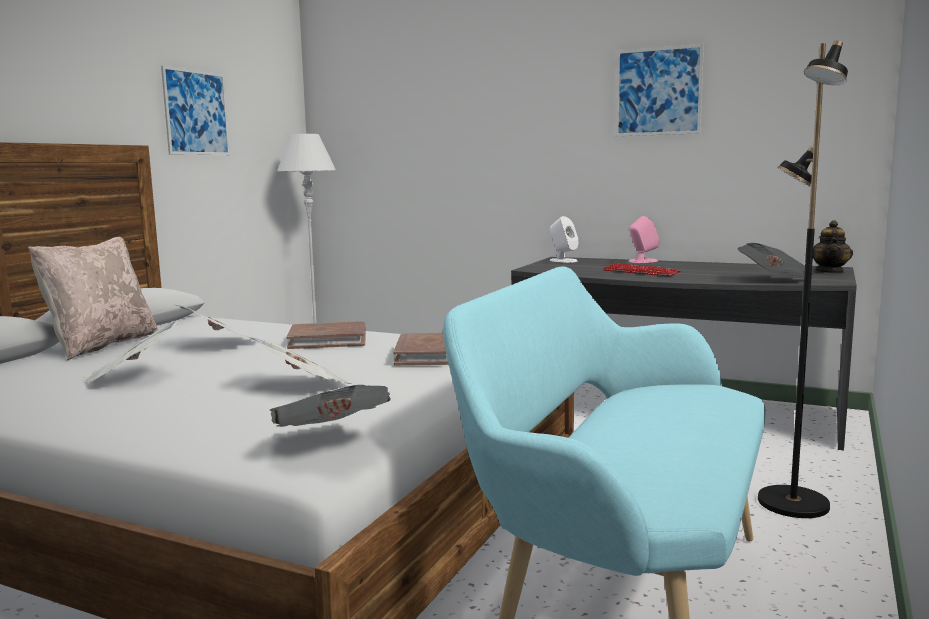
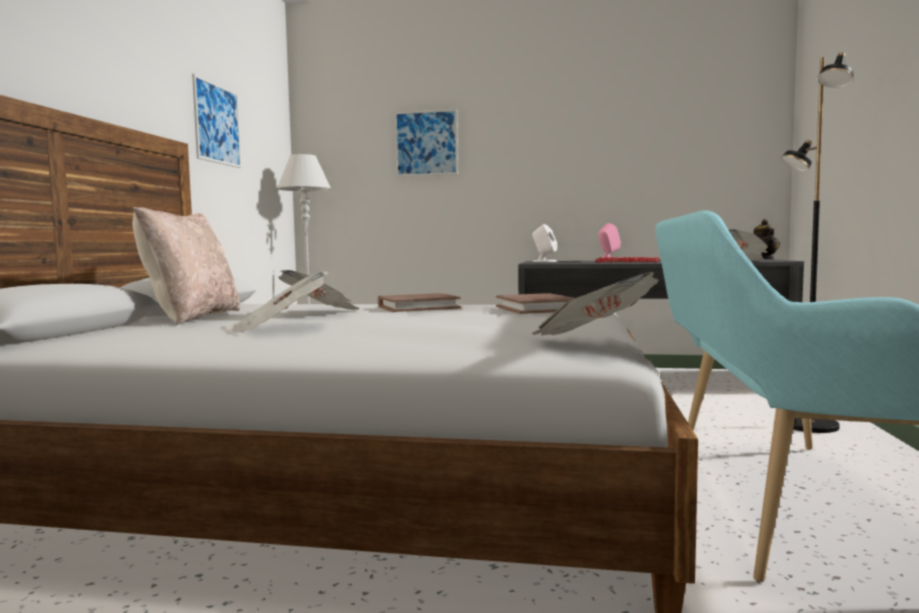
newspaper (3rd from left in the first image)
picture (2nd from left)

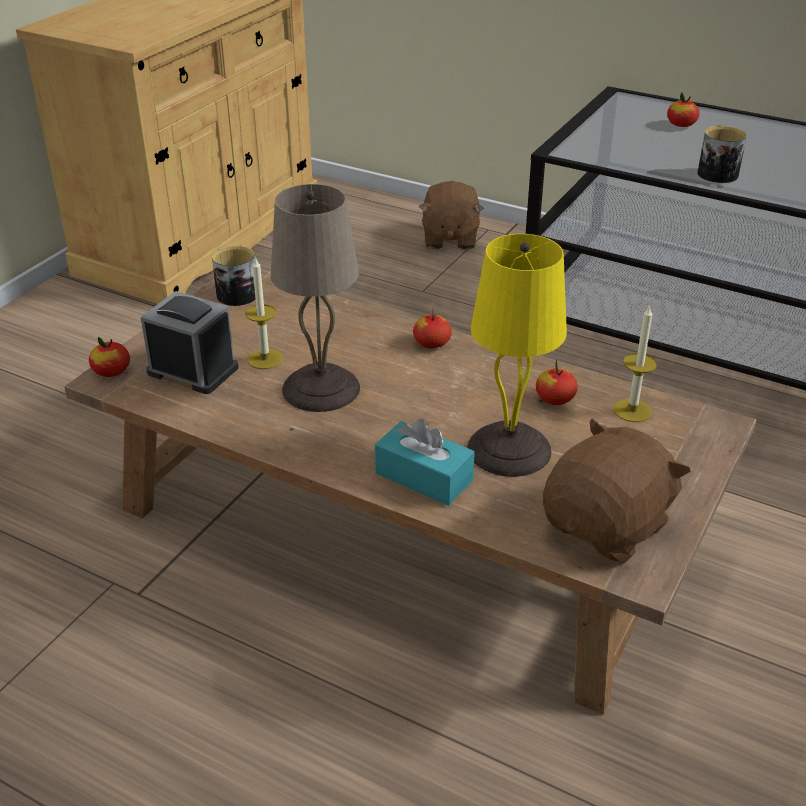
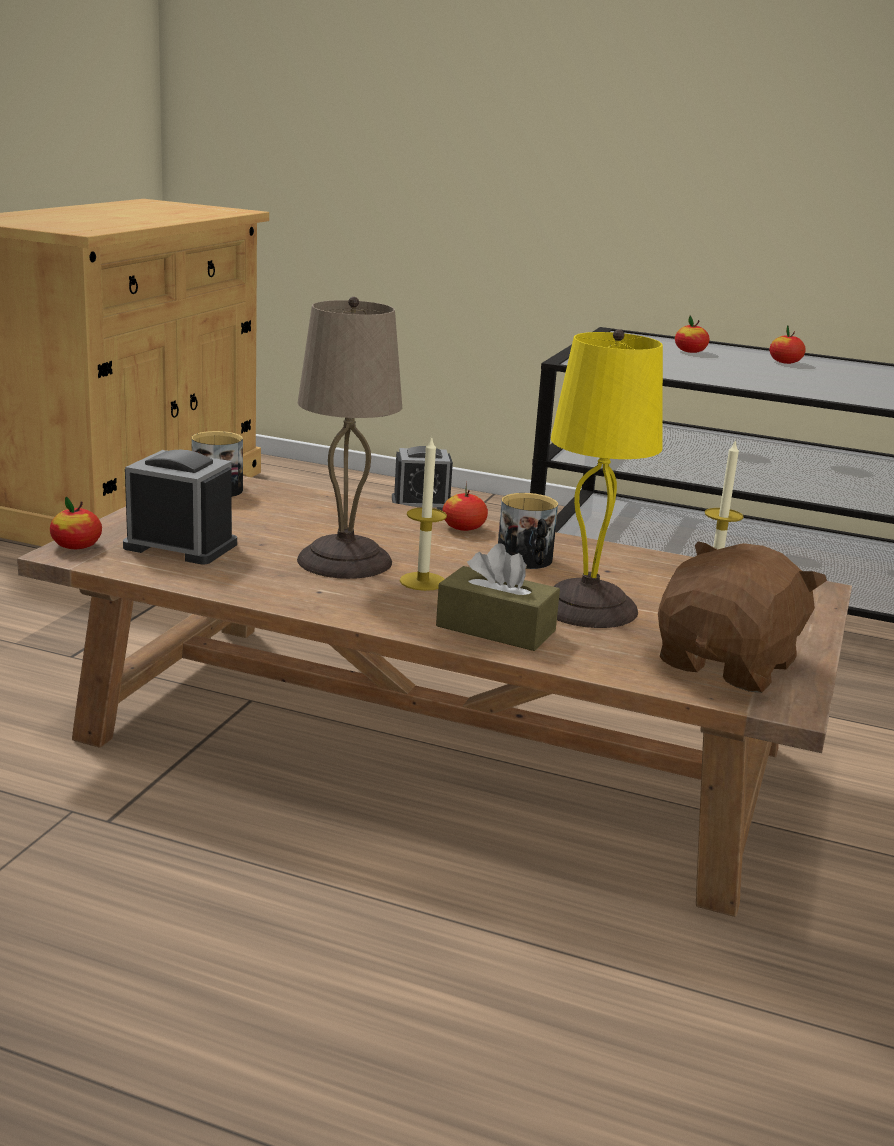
candle (1st from left)
apple (4th from left)
mug (2nd from left)
alarm clock (2nd from left)
tissue box (brown)

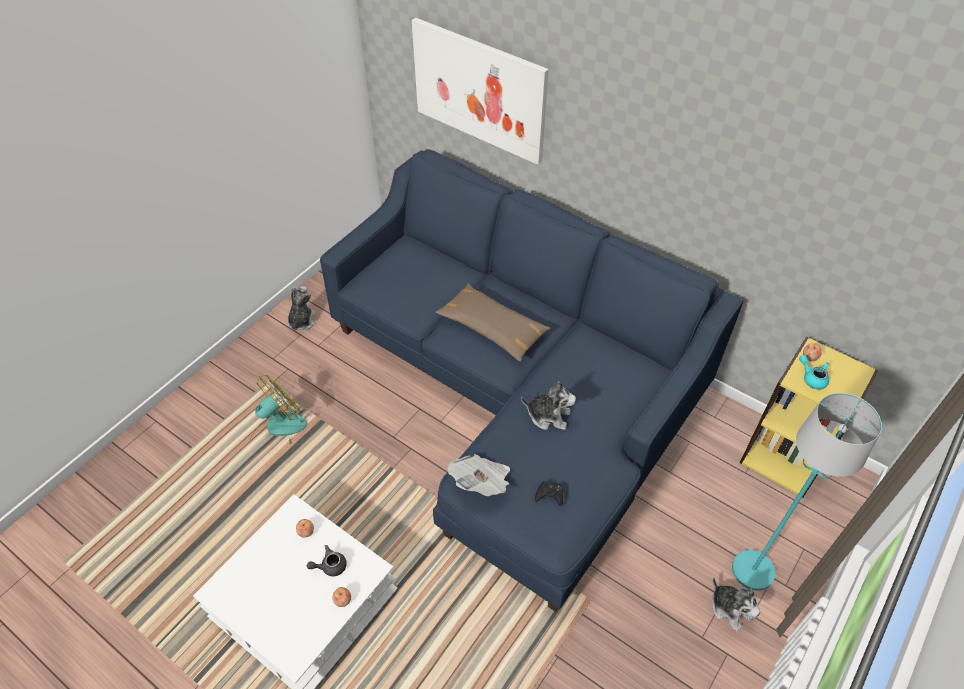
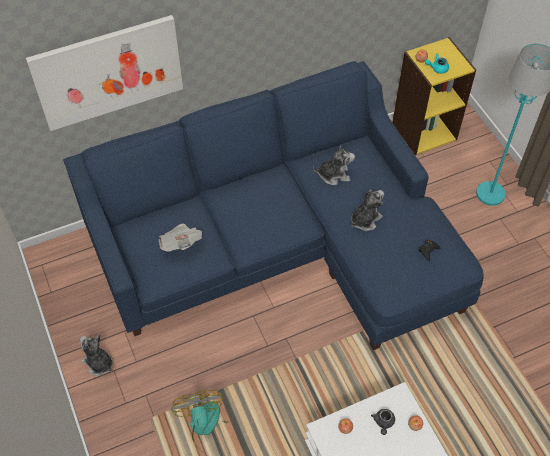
pillow (brown)
newspaper
plush toy (2nd from left)

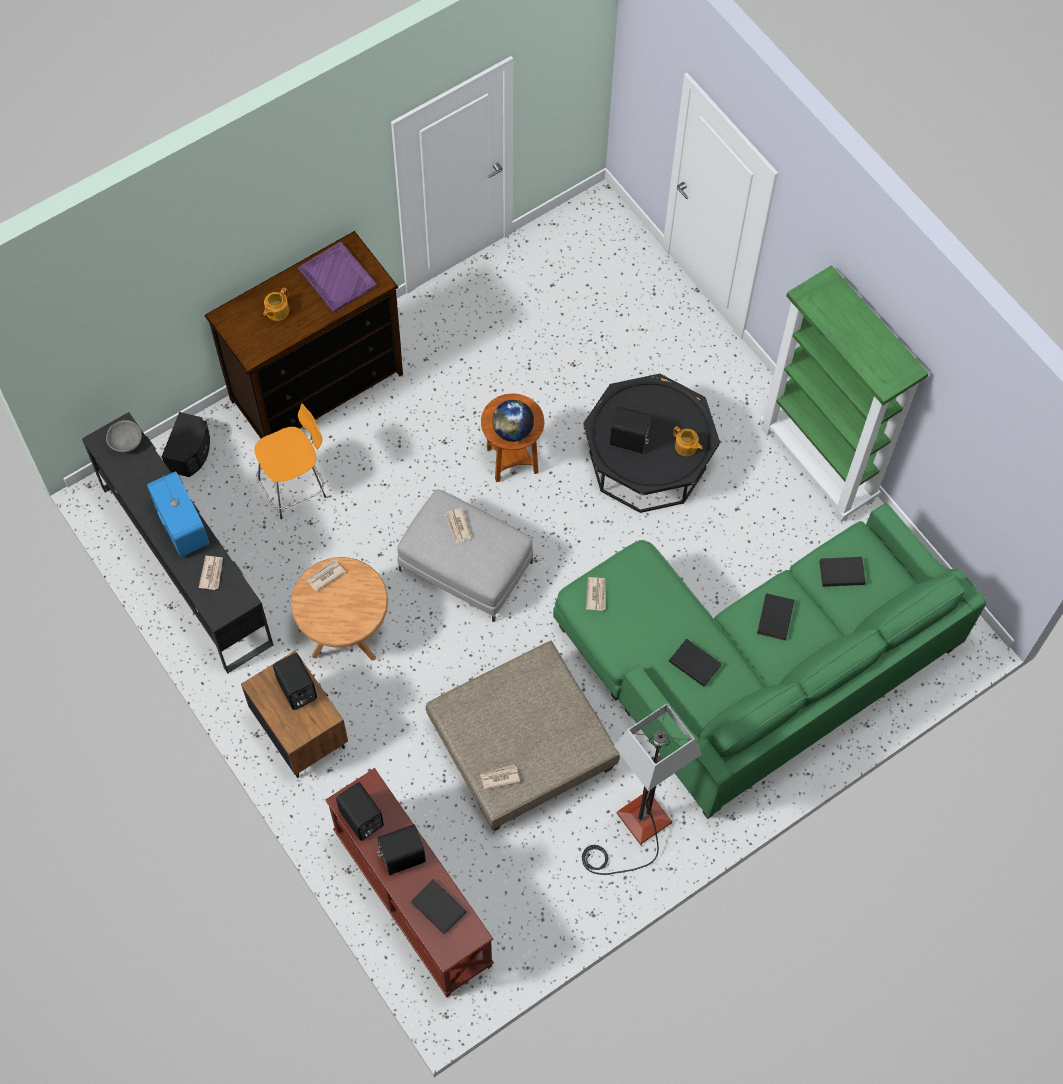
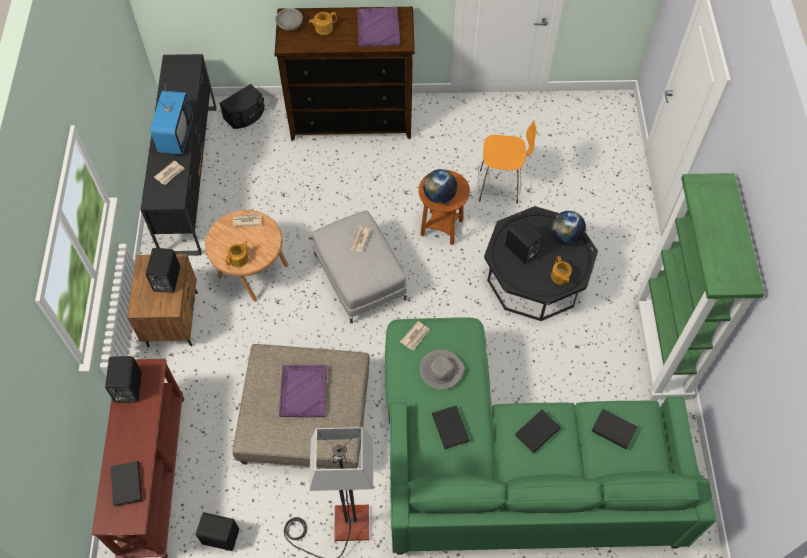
newspaper (4th from left in the first image)
teapot (1st from left)
tray (purple) (1st from left)
hat (grey)
globe (2nd from left)
bowl (grey)
stool (orange)
speaker (black) (3rd from left)

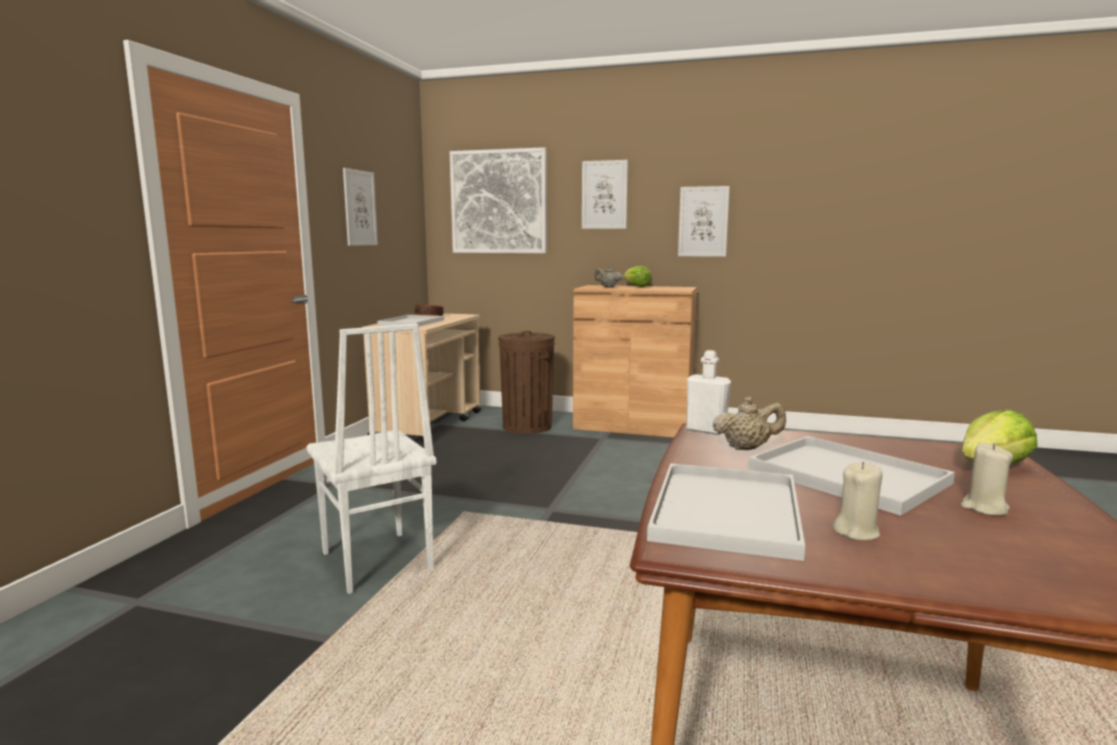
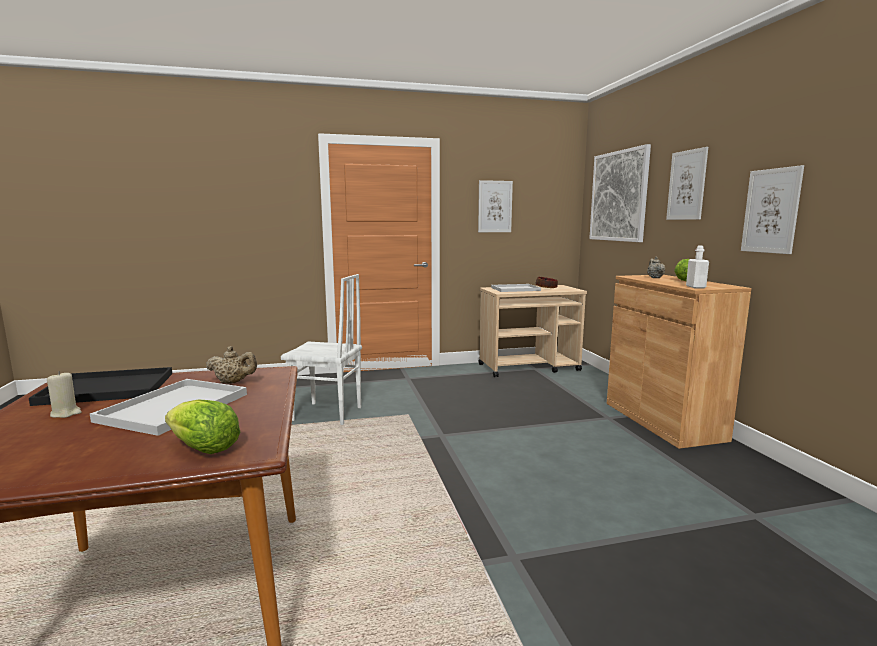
trash can (brown)
candle (beige) (2nd from left in the first image)
bottle (white)
tray (black)
chair (white)
teapot (beige) (1st from left)

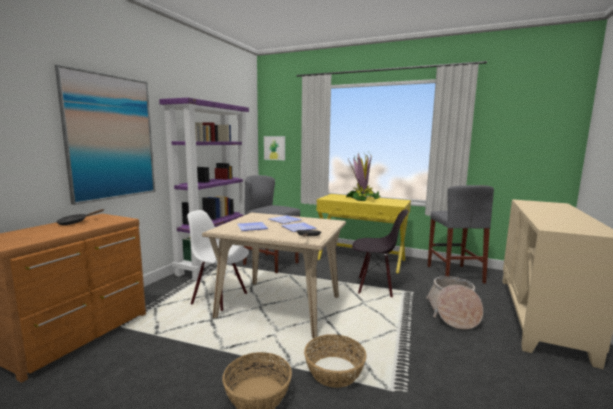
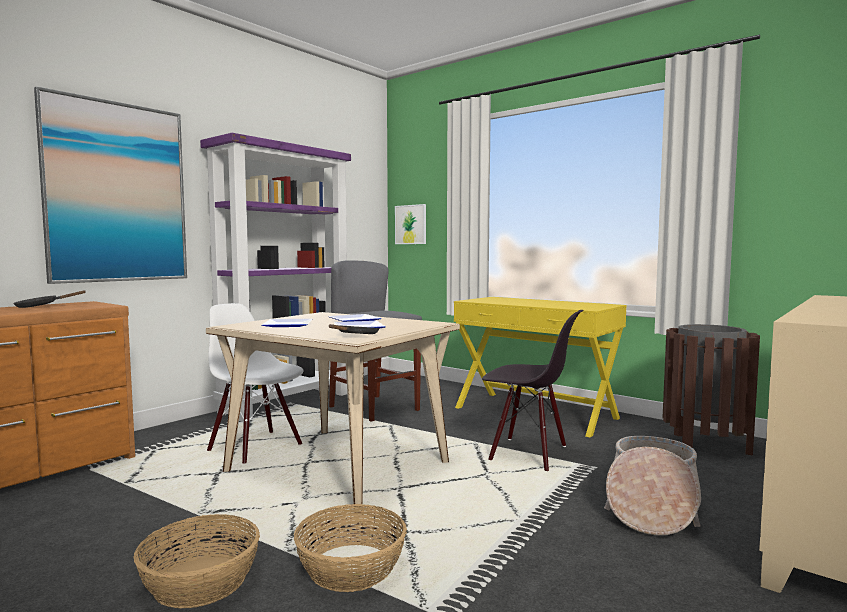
potted plant
trash can (brown)

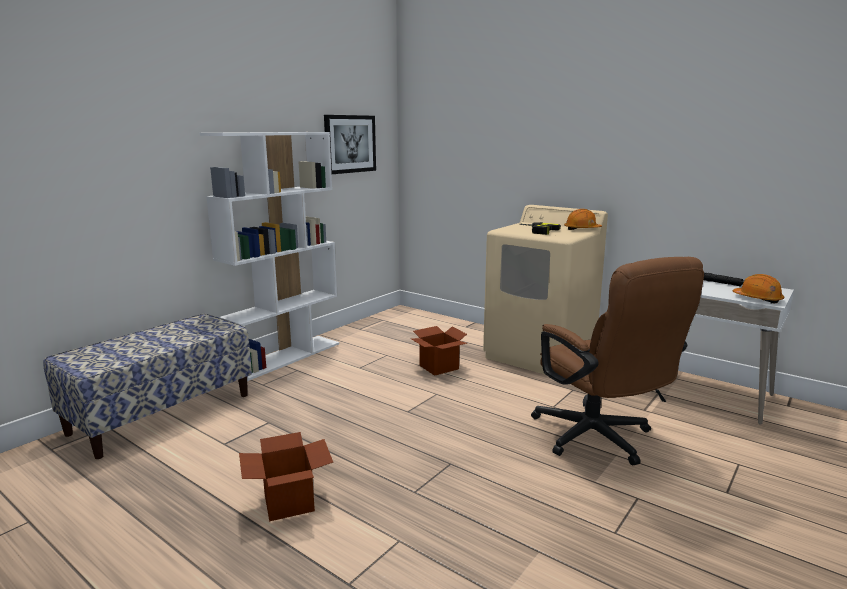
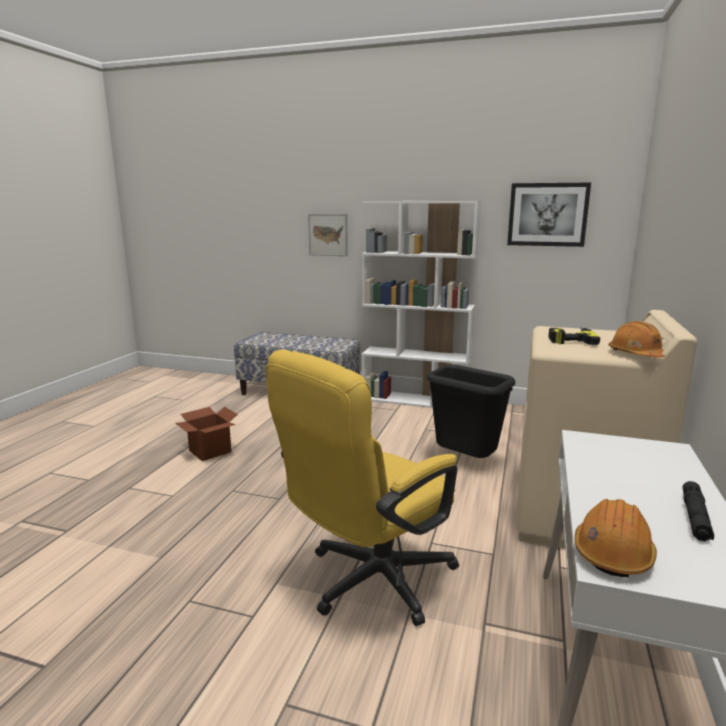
picture (1st from left)
trash can (black)
office chair (yellow)

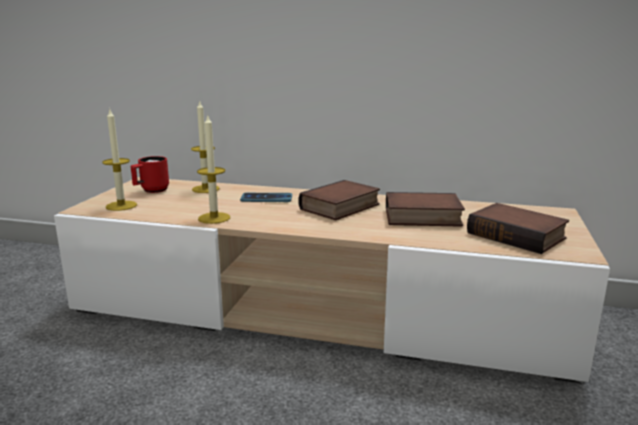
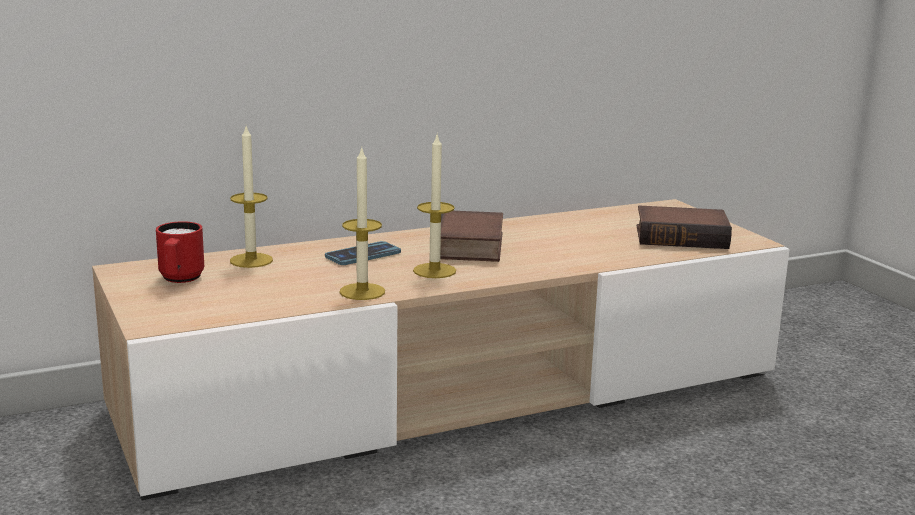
book (2nd from left in the first image)
candle (3rd from left)

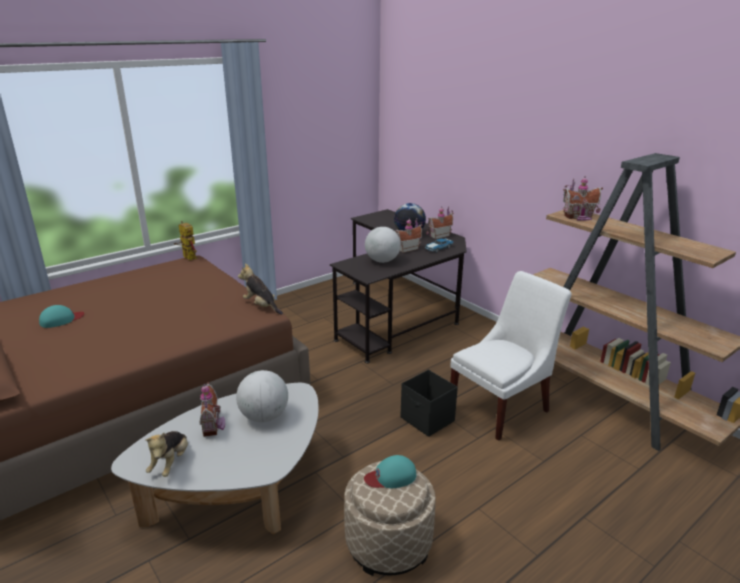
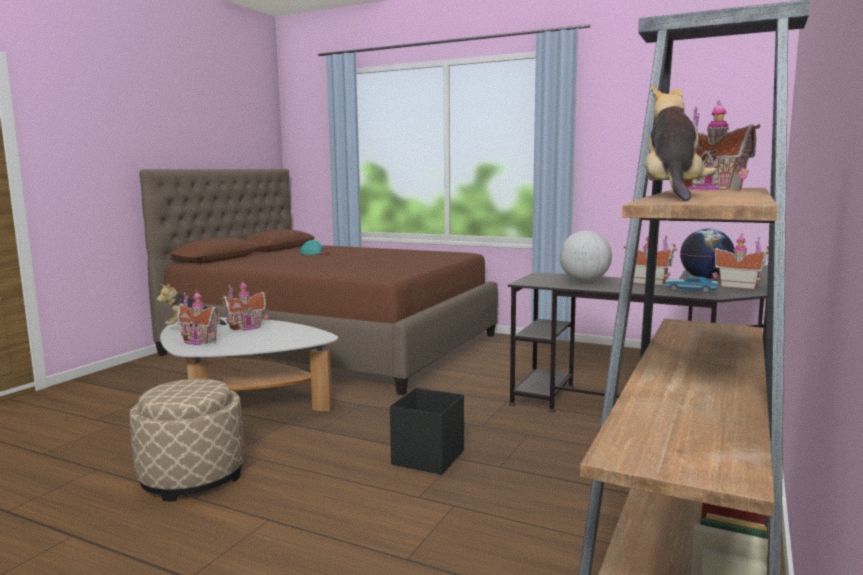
toy robot
globe (1st from left in the first image)
cap (turquoise) (2nd from left in the first image)
chair (white)
toy house (1st from left)
plush toy (2nd from left)

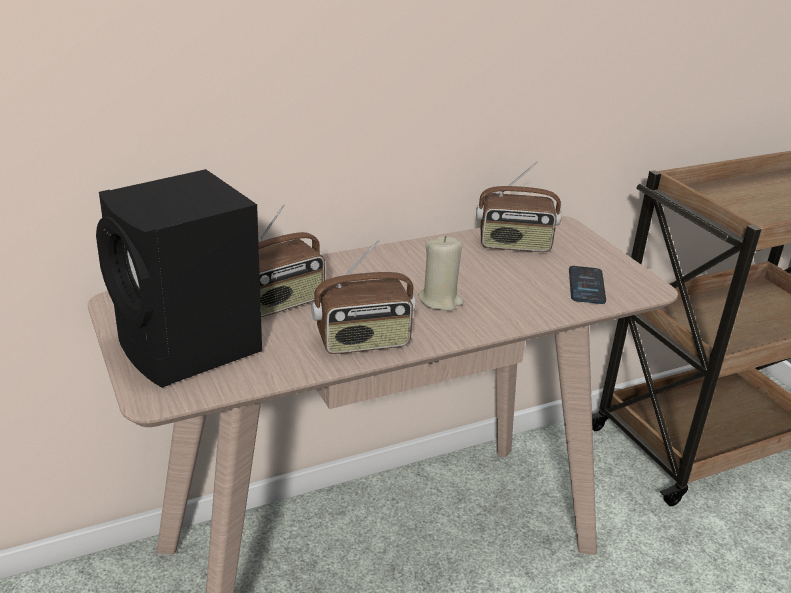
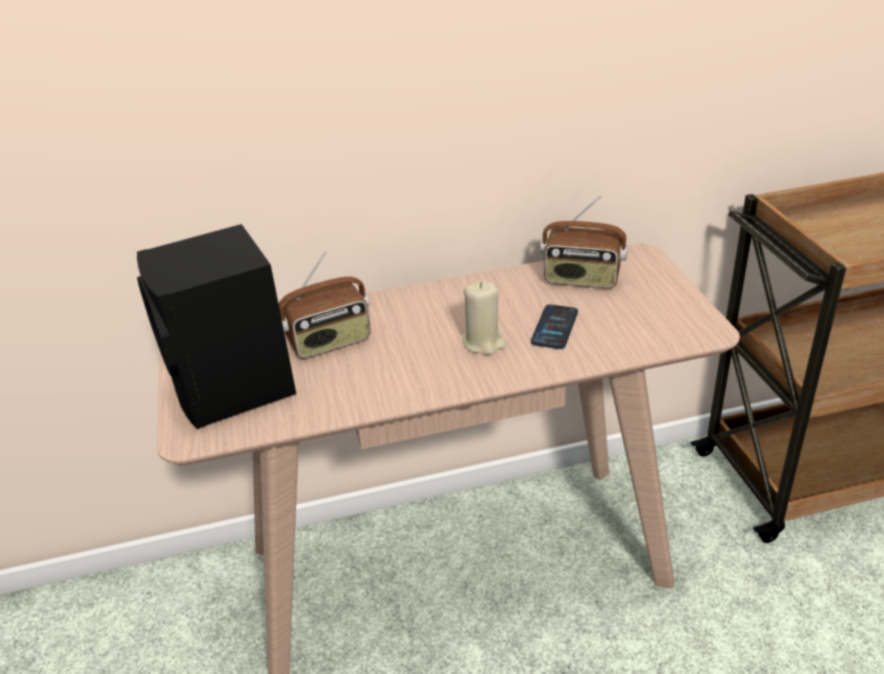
radio (2nd from left in the first image)
phone

